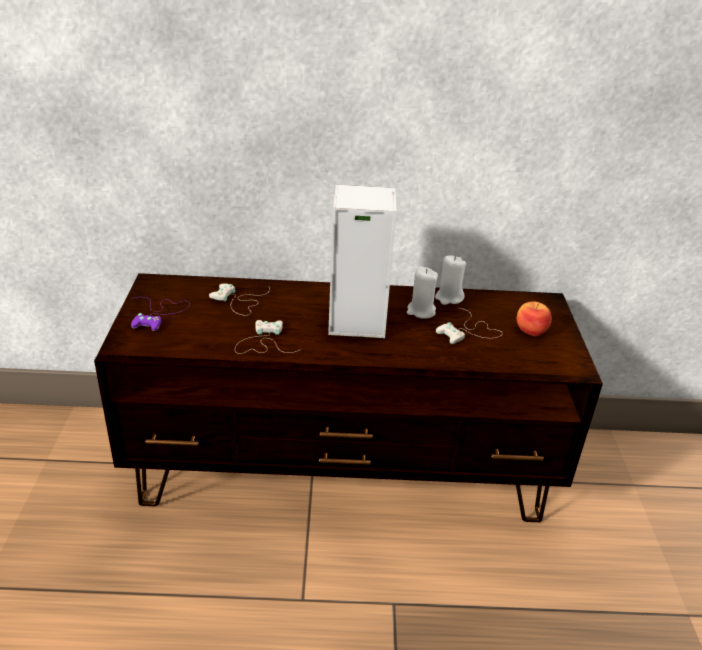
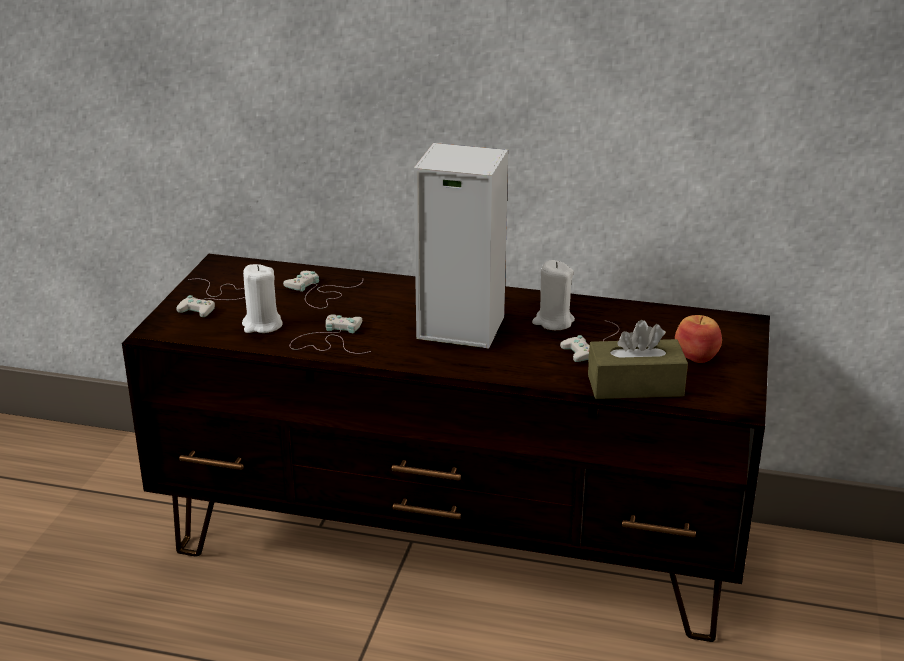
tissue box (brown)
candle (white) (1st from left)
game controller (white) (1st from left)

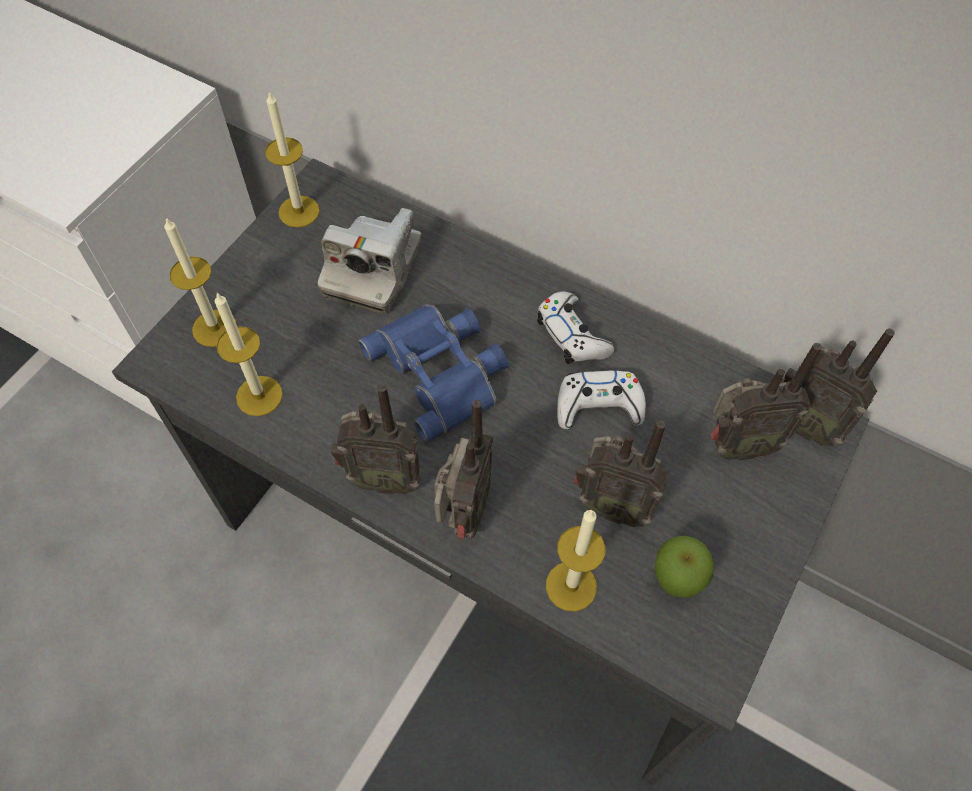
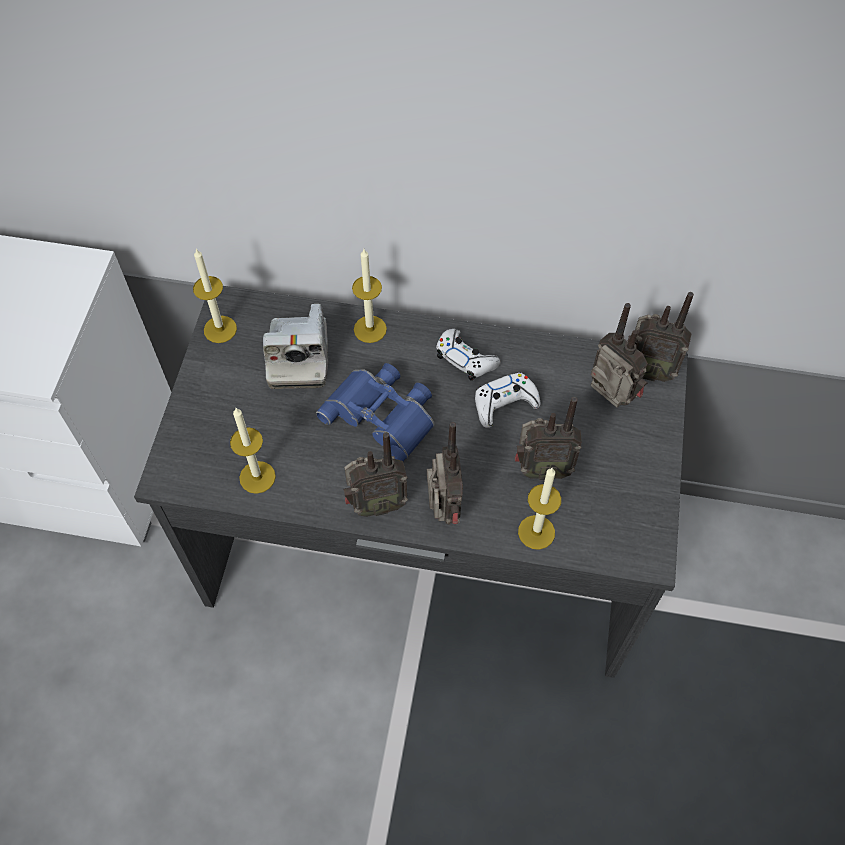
apple
candle (3rd from left)
radio (4th from left)

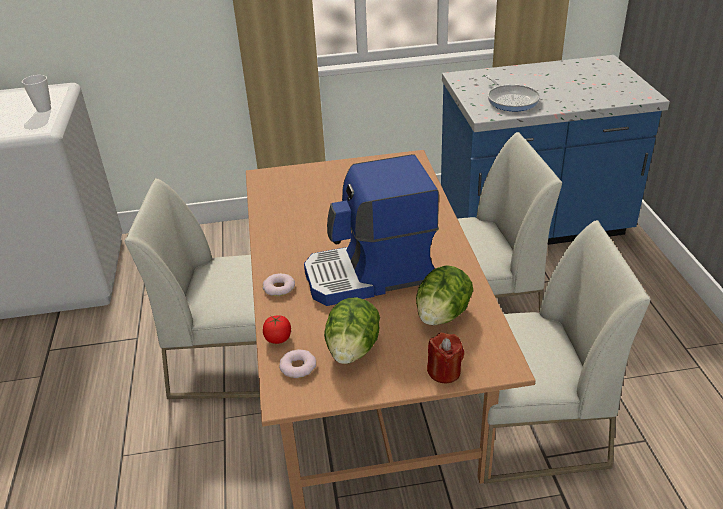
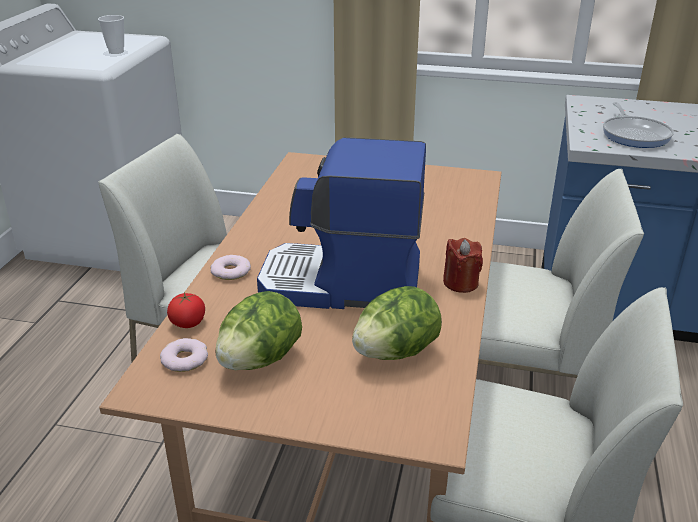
candle (red)

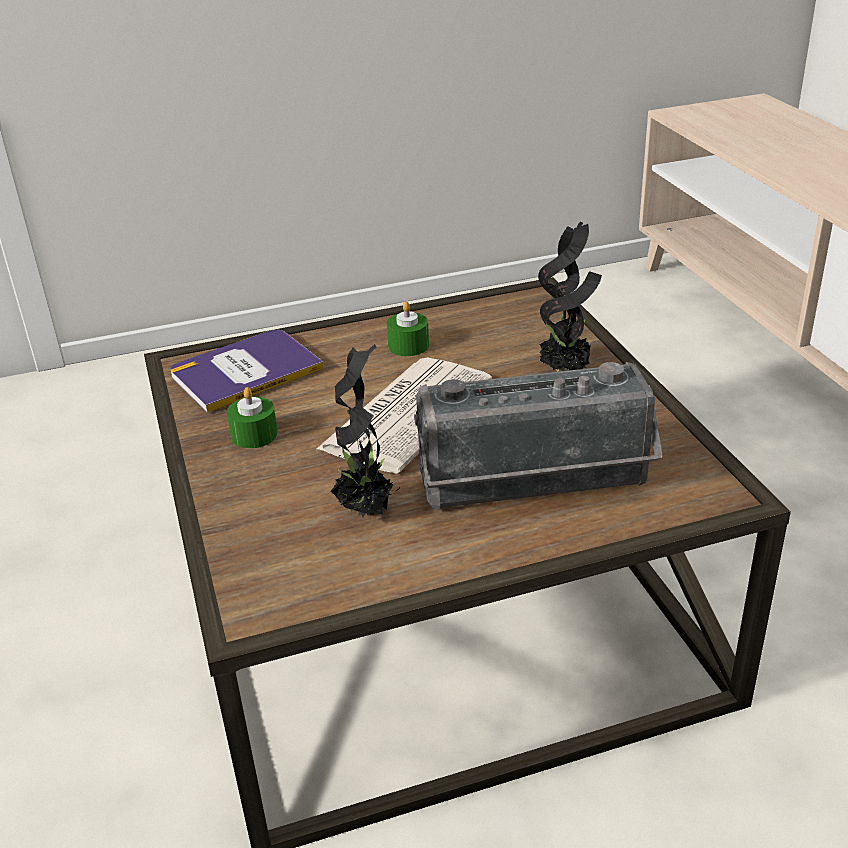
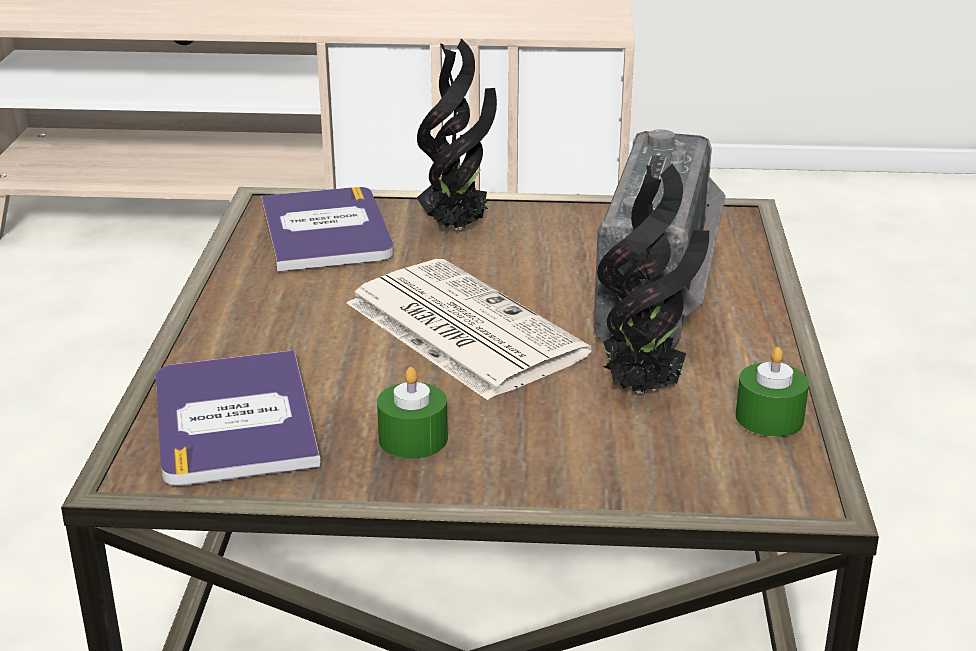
book (2nd from left)
candle (green) (2nd from left)

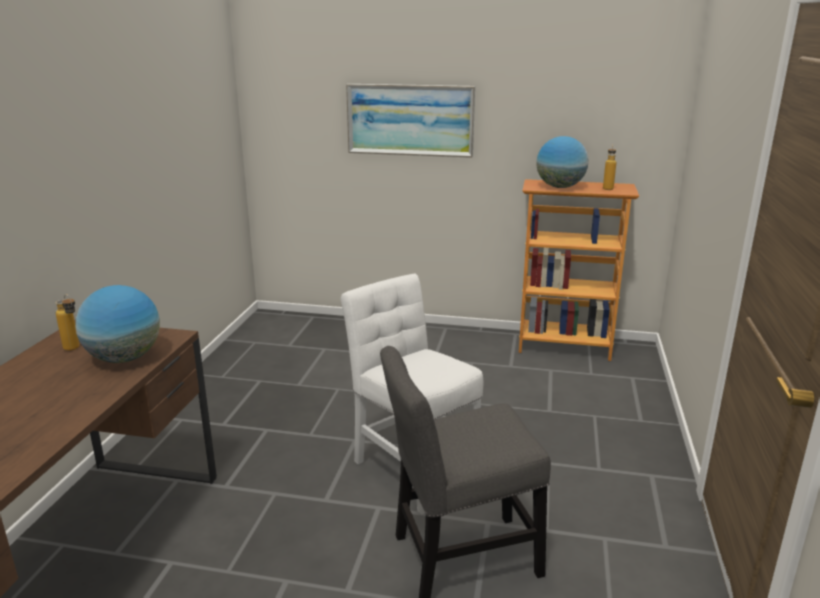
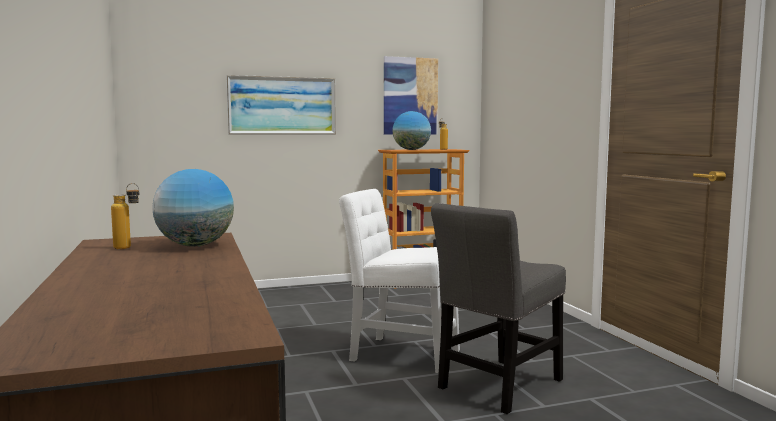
picture (2nd from left)

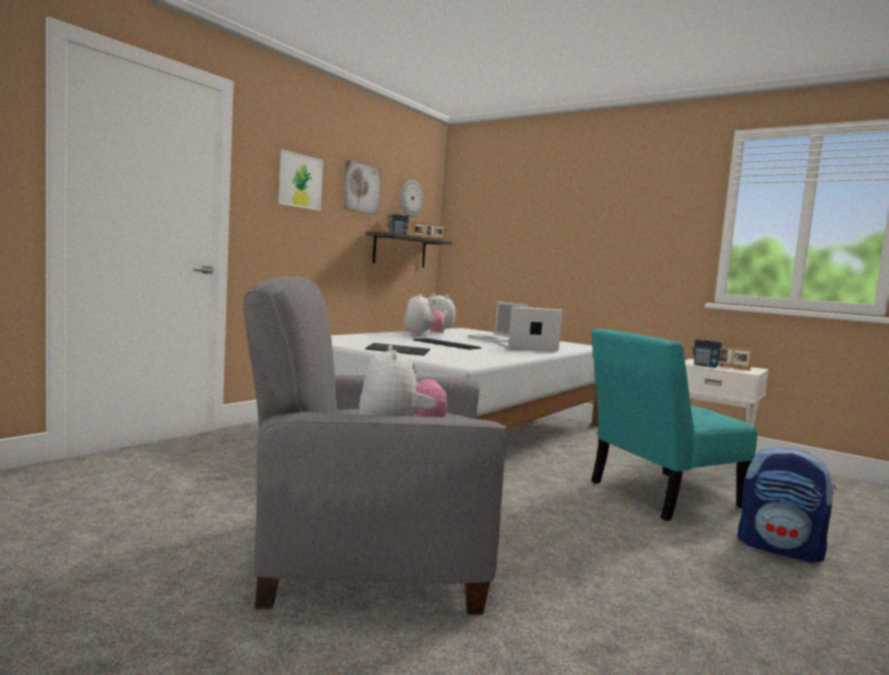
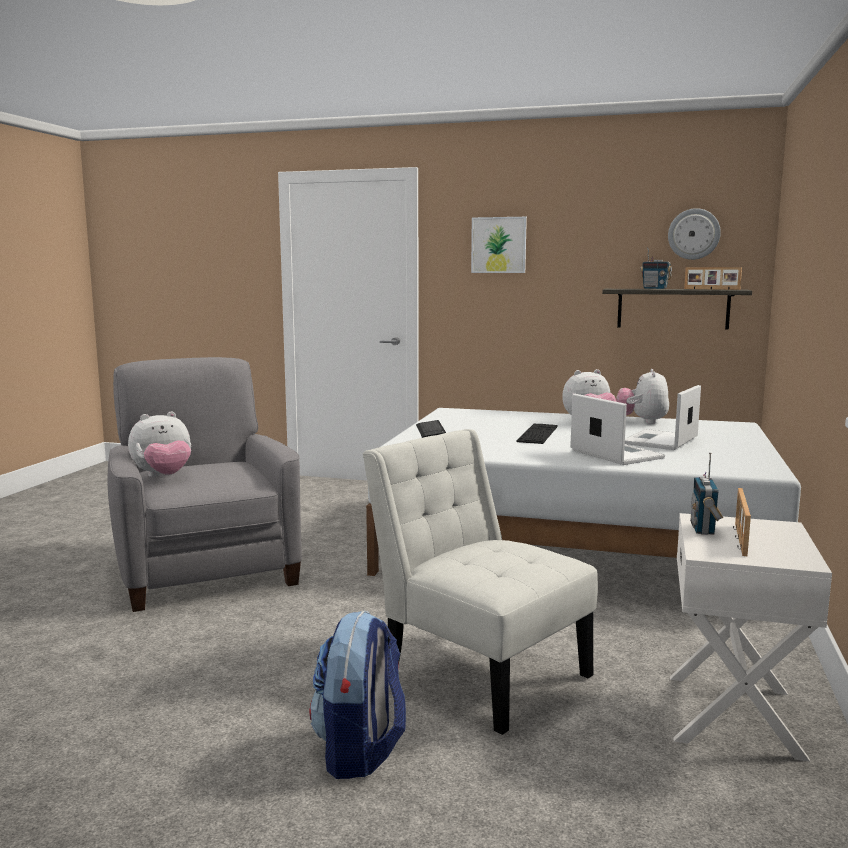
picture (2nd from left in the first image)
chair (white)

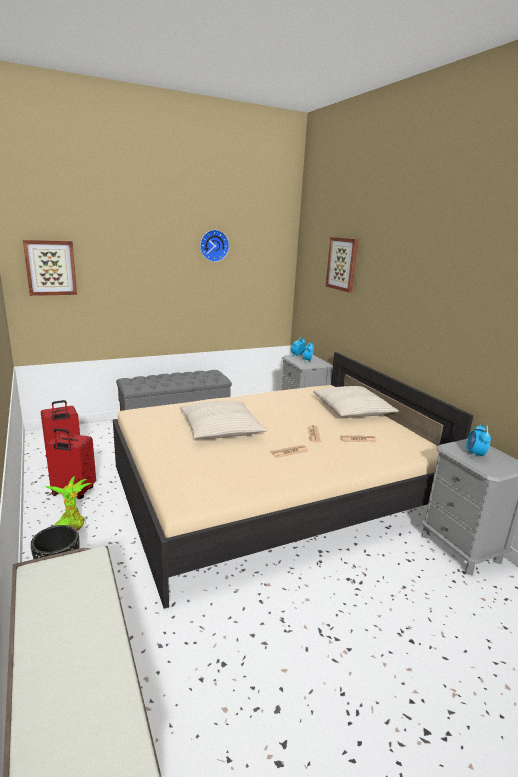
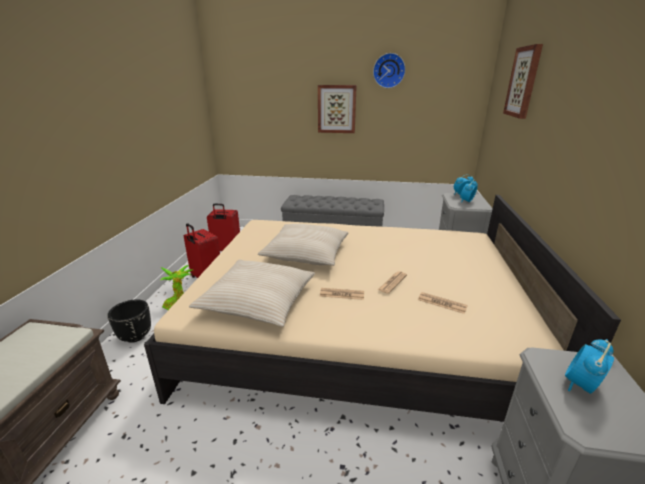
picture (1st from left)
pillow (beige) (1st from left)

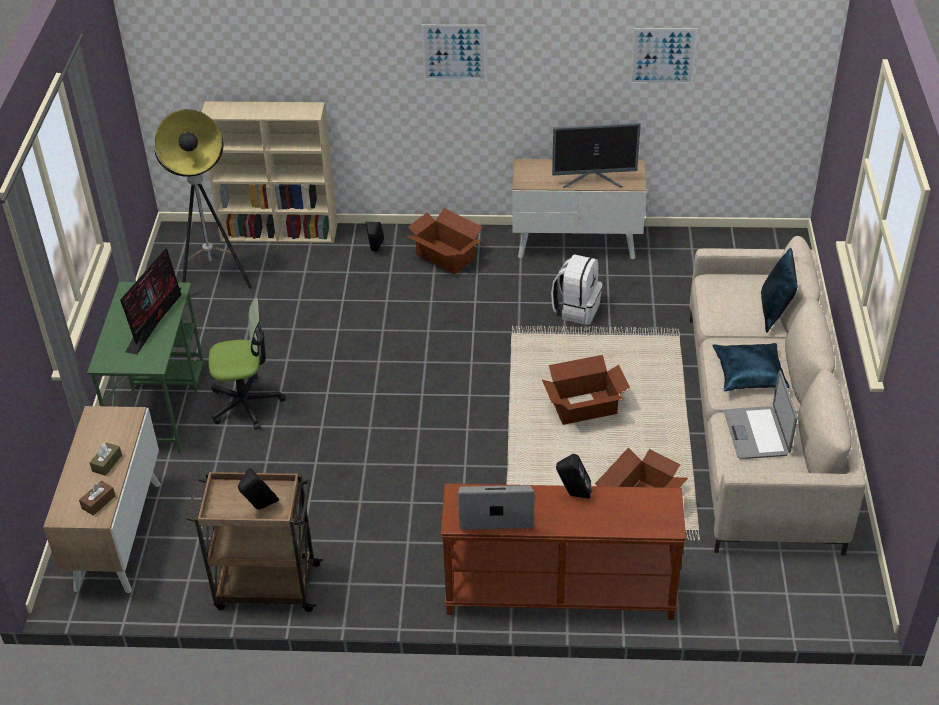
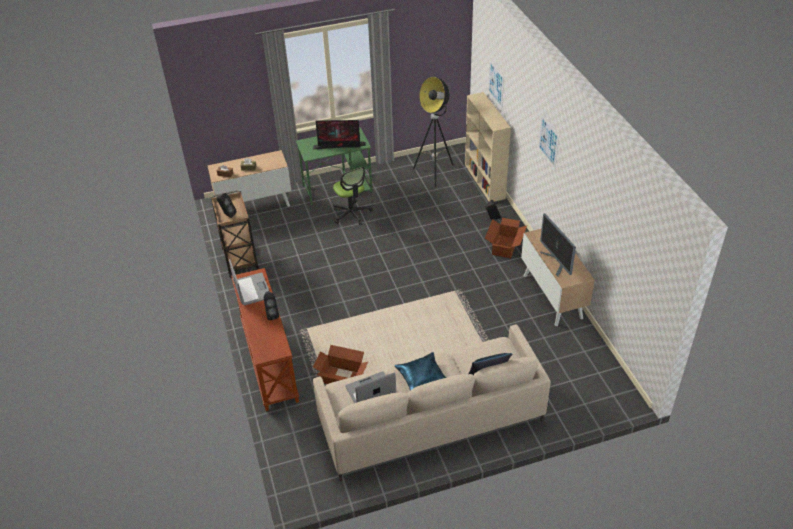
cardboard box (2nd from left in the first image)
backpack (white)
picture (1st from left)

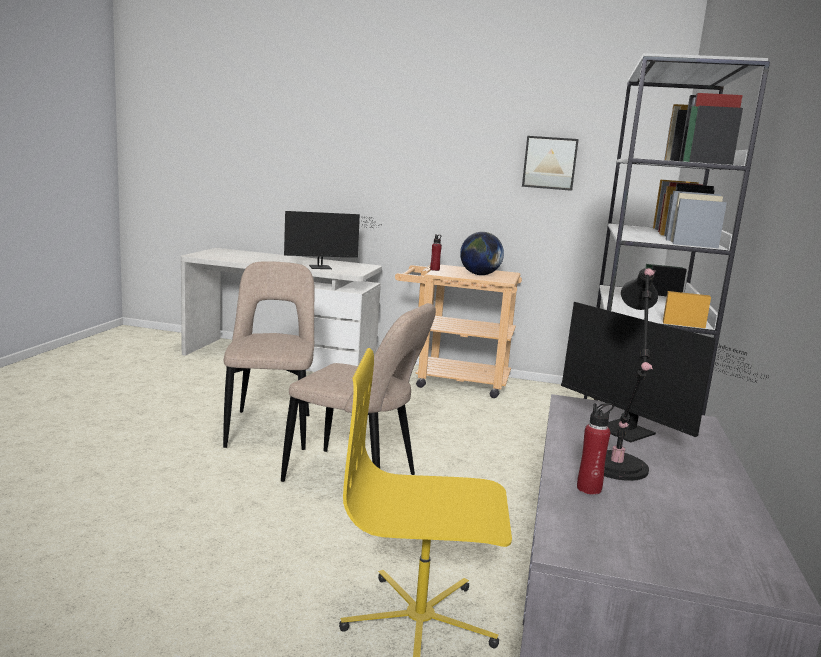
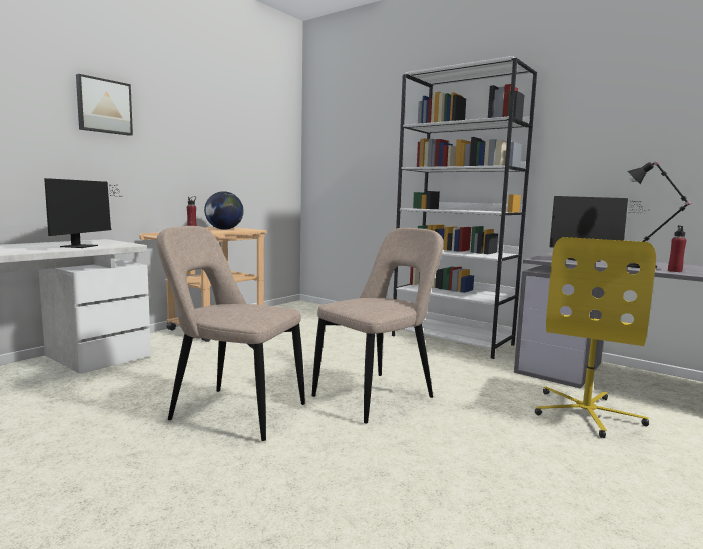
picture

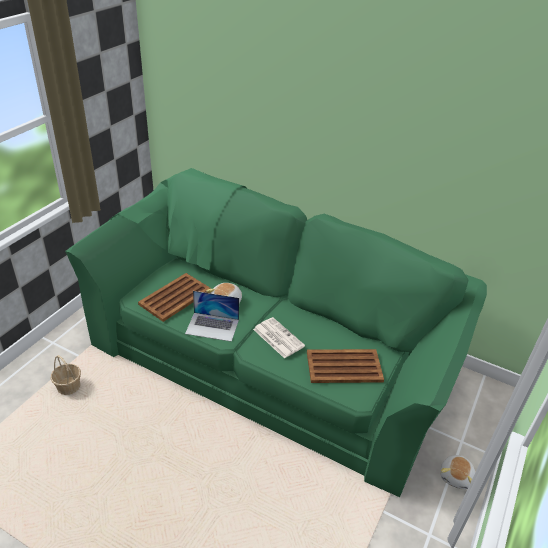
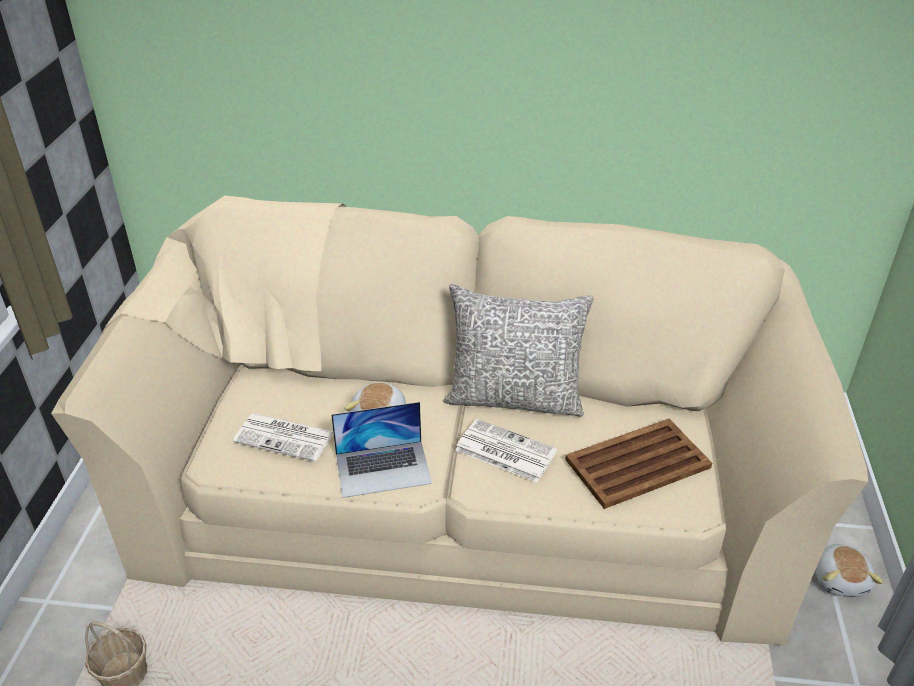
pillow (grey)
newspaper (1st from left)
sofa (beige)

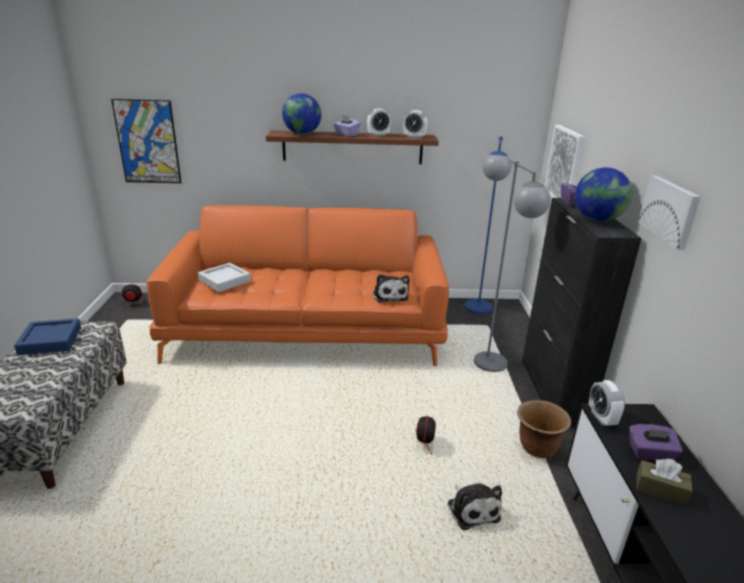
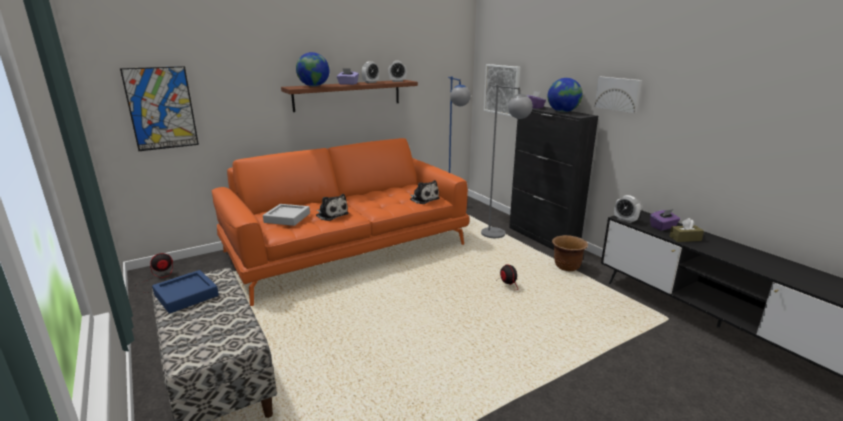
plush toy (1st from left)

